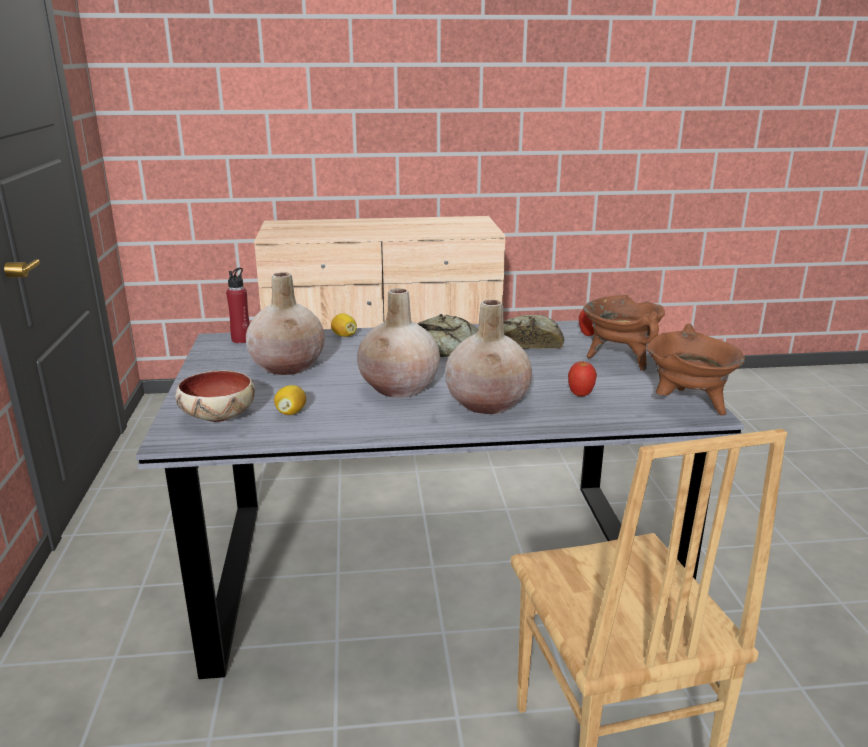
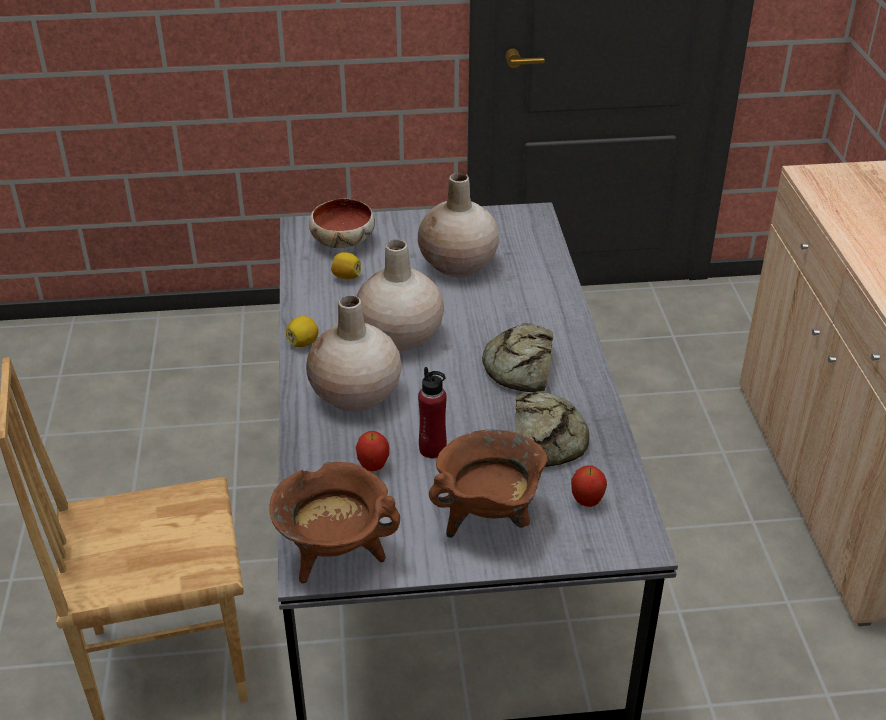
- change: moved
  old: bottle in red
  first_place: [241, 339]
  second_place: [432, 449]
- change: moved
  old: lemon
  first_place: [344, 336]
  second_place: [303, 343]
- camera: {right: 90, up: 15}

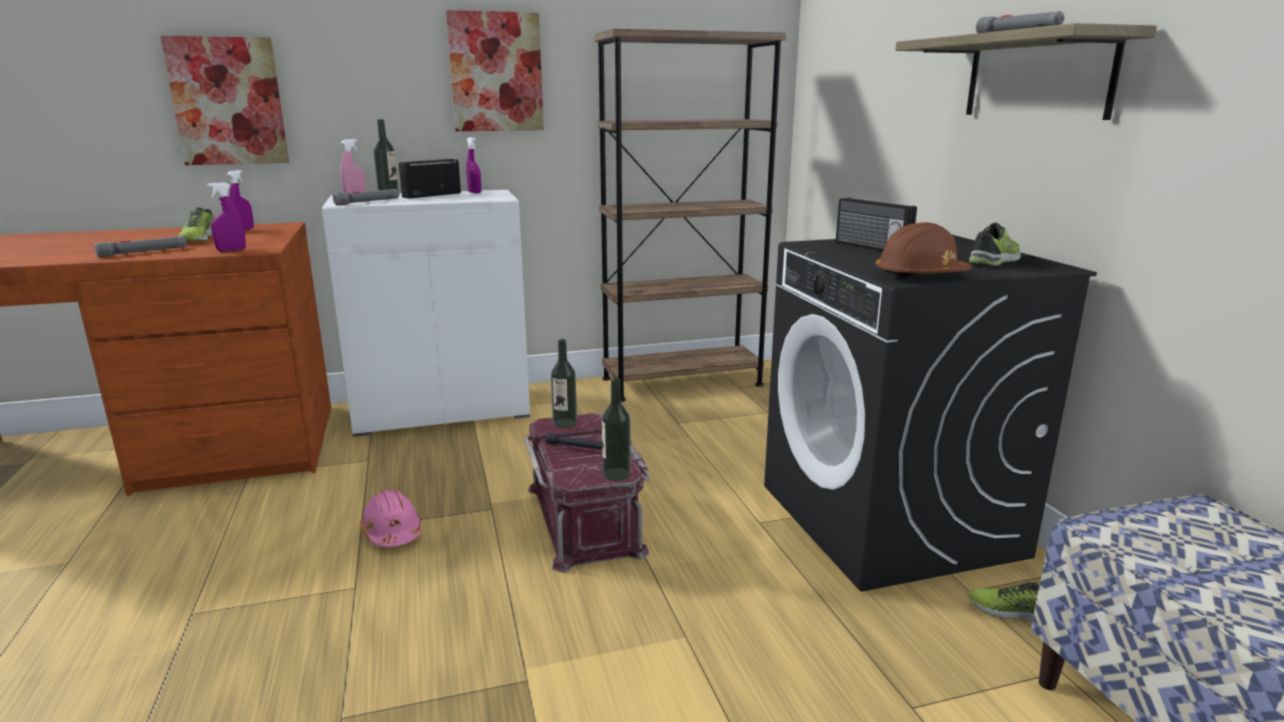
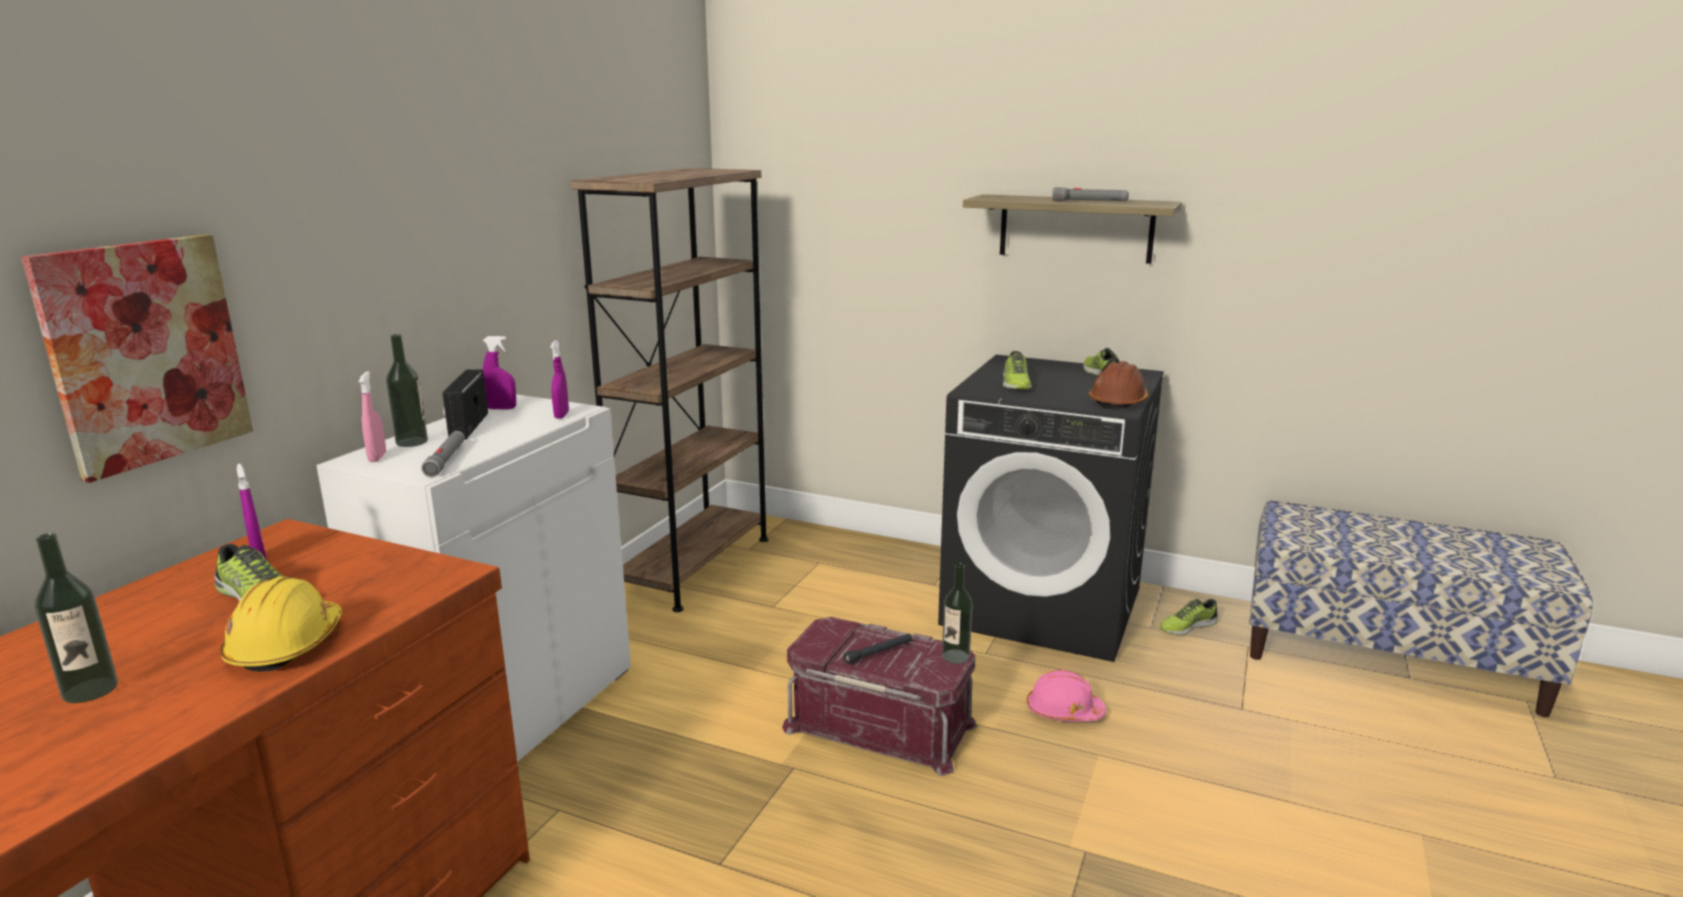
- change: removed
  old: picture
  first_place: [496, 72]
- change: moved
  old: spray bottle in purple
  first_place: [231, 250]
  second_place: [561, 415]
- change: moved
  old: hard hat in pink
  first_place: [392, 532]
  second_place: [1063, 712]
- change: moved
  old: bottle
  first_place: [565, 423]
  second_place: [90, 690]
- change: replaced
  old: flashlight in grey
  new: hard hat in yellow
  first_place: [143, 252]
  second_place: [286, 645]
- change: replaced
  old: radio
  new: shoe
  first_place: [871, 248]
  second_place: [1015, 383]
- camera: {right: -50, up: 0}

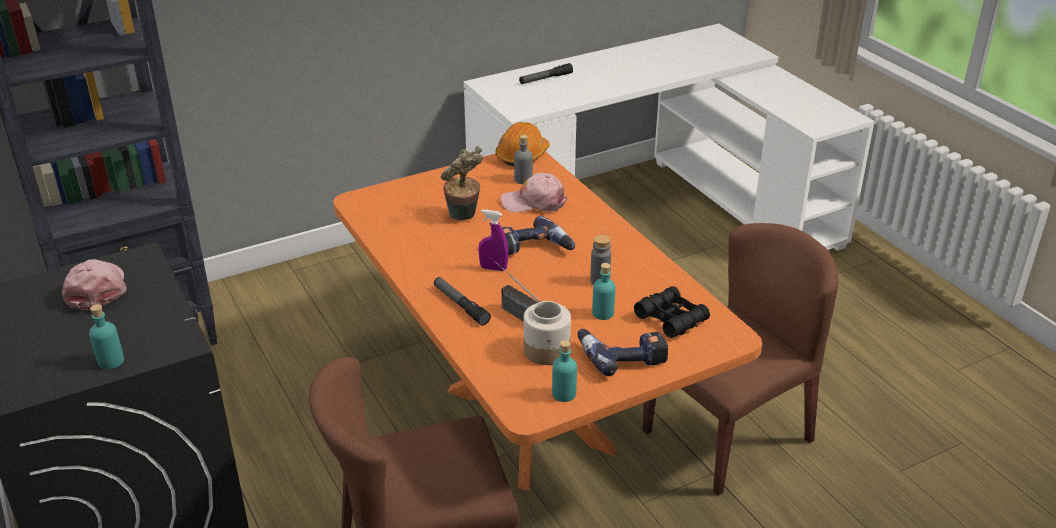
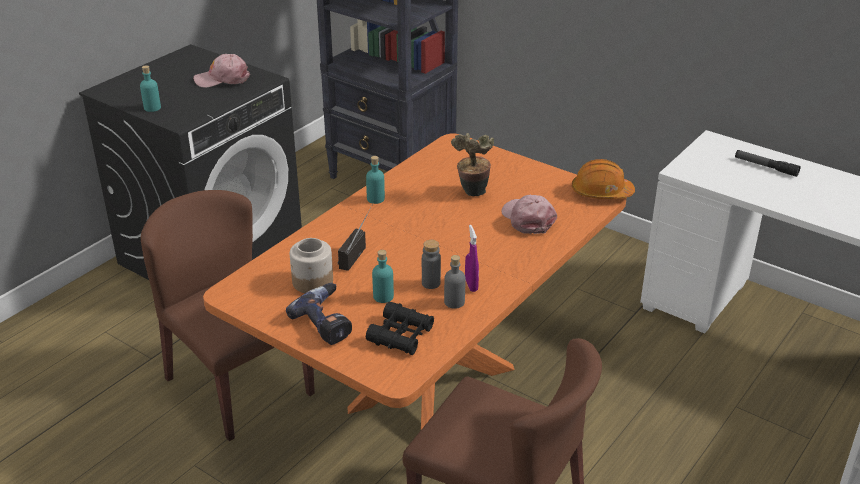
- change: removed
  old: flashlight
  first_place: [460, 305]
- change: removed
  old: power drill
  first_place: [533, 250]
- change: moved
  old: spray bottle in purple
  first_place: [493, 268]
  second_place: [471, 285]
- change: moved
  old: bottle in grey
  first_place: [523, 179]
  second_place: [454, 302]
- change: moved
  old: bottle in turquoise
  first_place: [564, 394]
  second_place: [375, 199]
- change: turned
  old: cap in pink
  first_place: [96, 289]
  second_place: [222, 79]
  degrees: -150
- camera: {right: 65, up: 0}

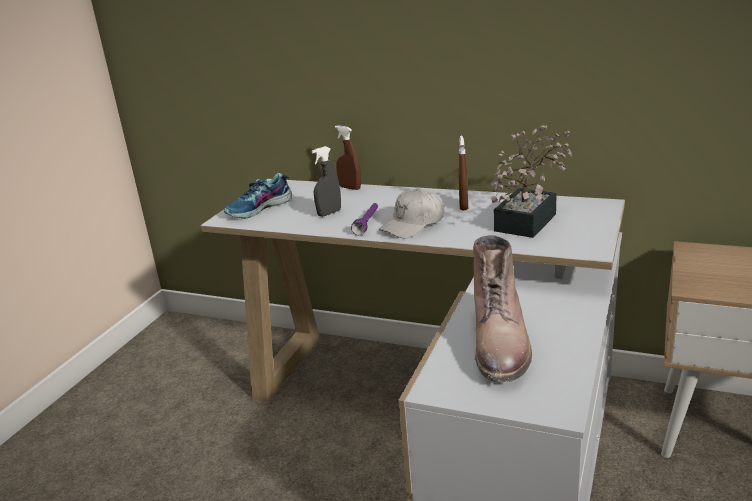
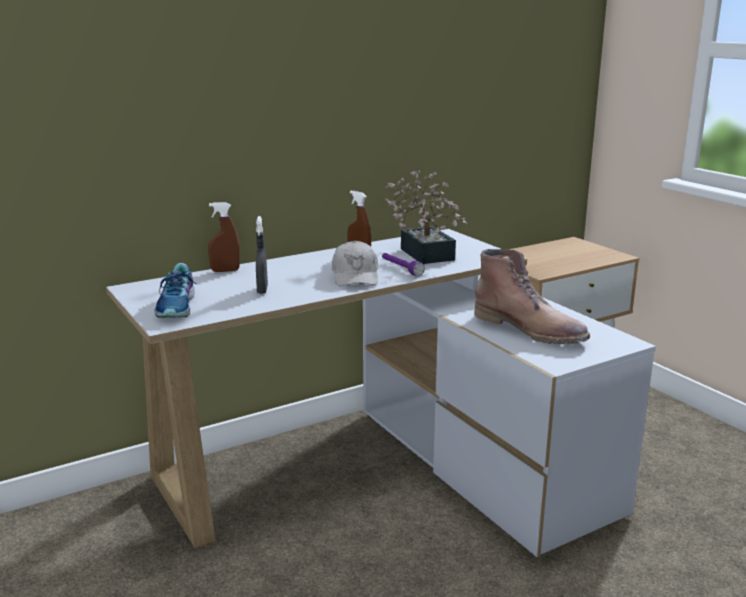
- change: moved
  old: flashlight in purple
  first_place: [367, 223]
  second_place: [400, 269]
- camera: {right: -55, up: -5}

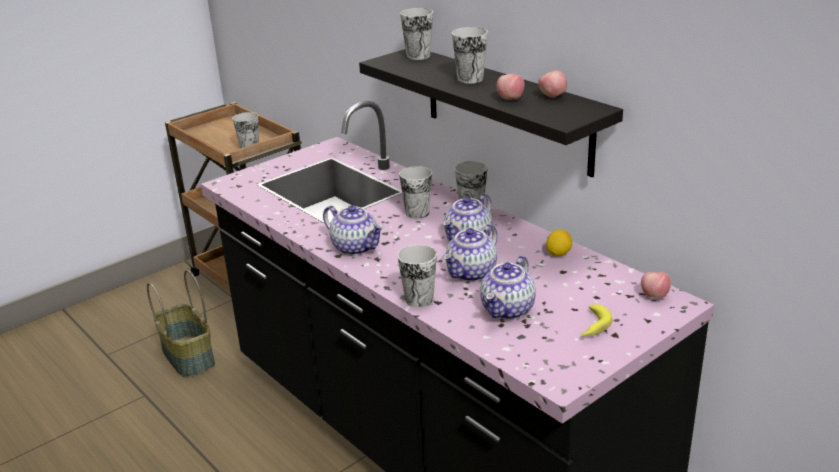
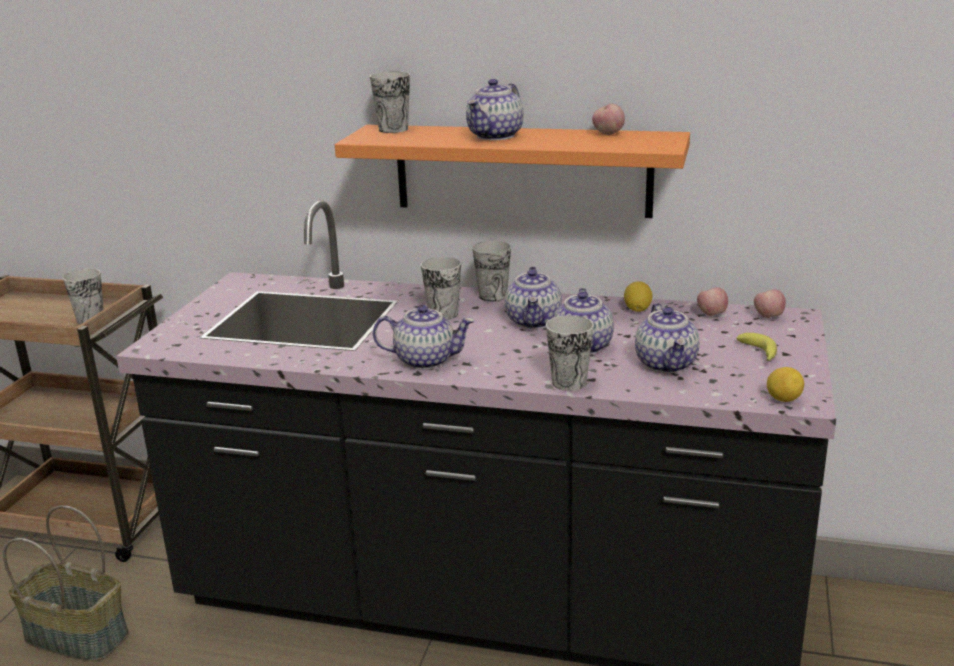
- change: added
  new: lemon
  second_place: [783, 400]
- change: moved
  old: apple
  first_place: [510, 99]
  second_place: [711, 314]
- change: replaced
  old: cup
  new: teapot
  first_place: [470, 79]
  second_place: [495, 136]
- change: recoloured
  old: shelf in black
  new: shelf in orange
  first_place: [506, 109]
  second_place: [522, 170]
- camera: {right: -35, up: -5}

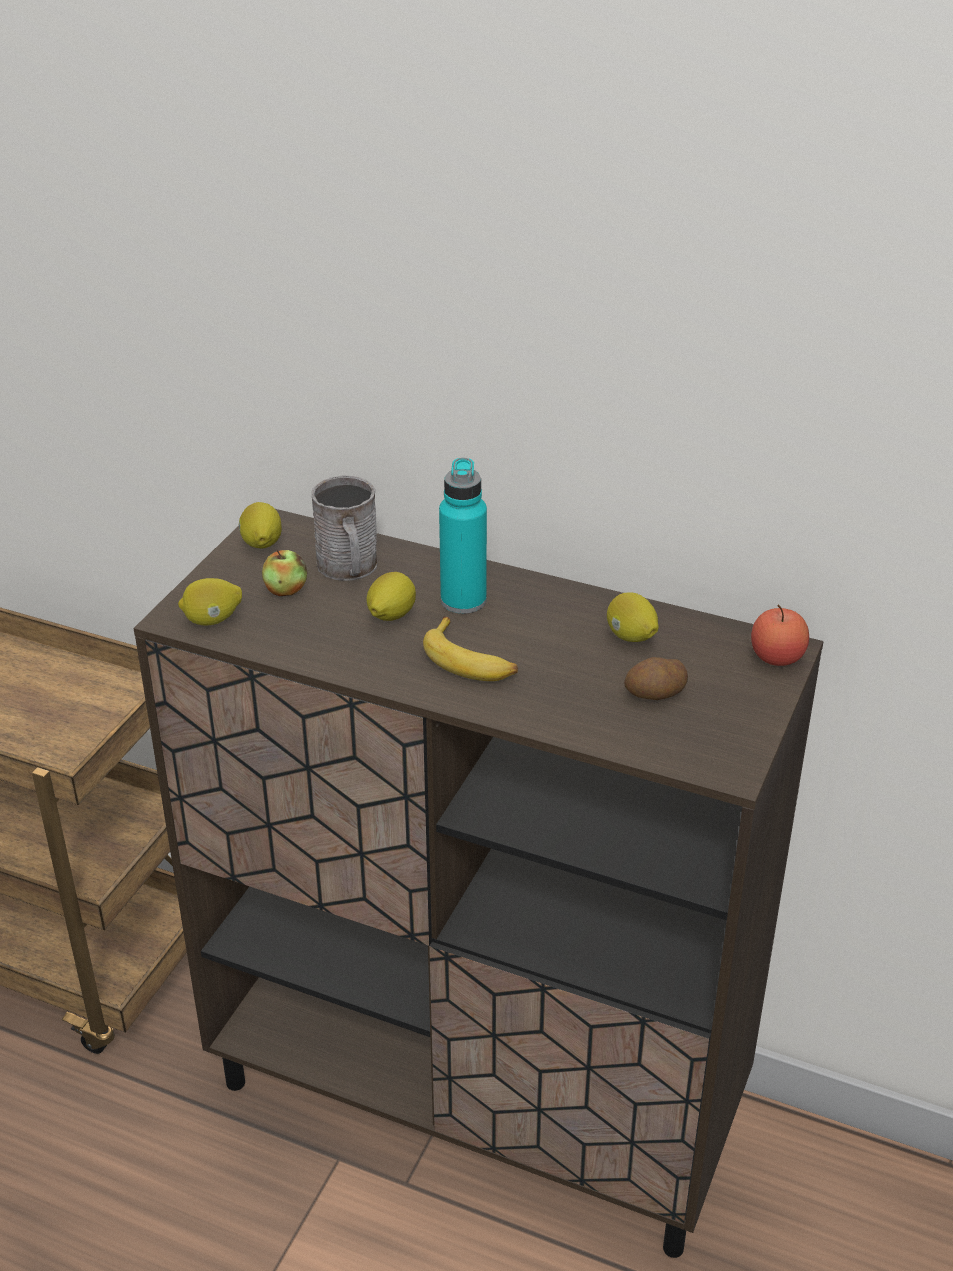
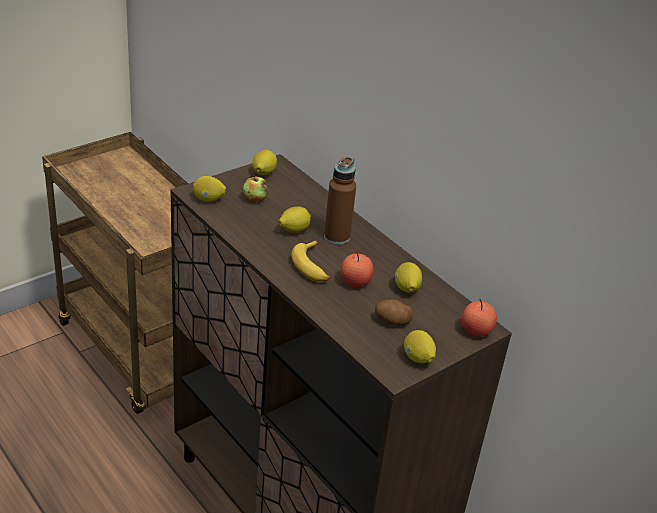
- change: removed
  old: mug in grey
  first_place: [349, 568]
- change: added
  new: apple
  second_place: [355, 282]
- change: added
  new: lemon
  second_place: [417, 358]
- change: recoloured
  old: bottle in turquoise
  new: bottle in brown
  first_place: [463, 600]
  second_place: [337, 237]
- camera: {right: 25, up: 0}

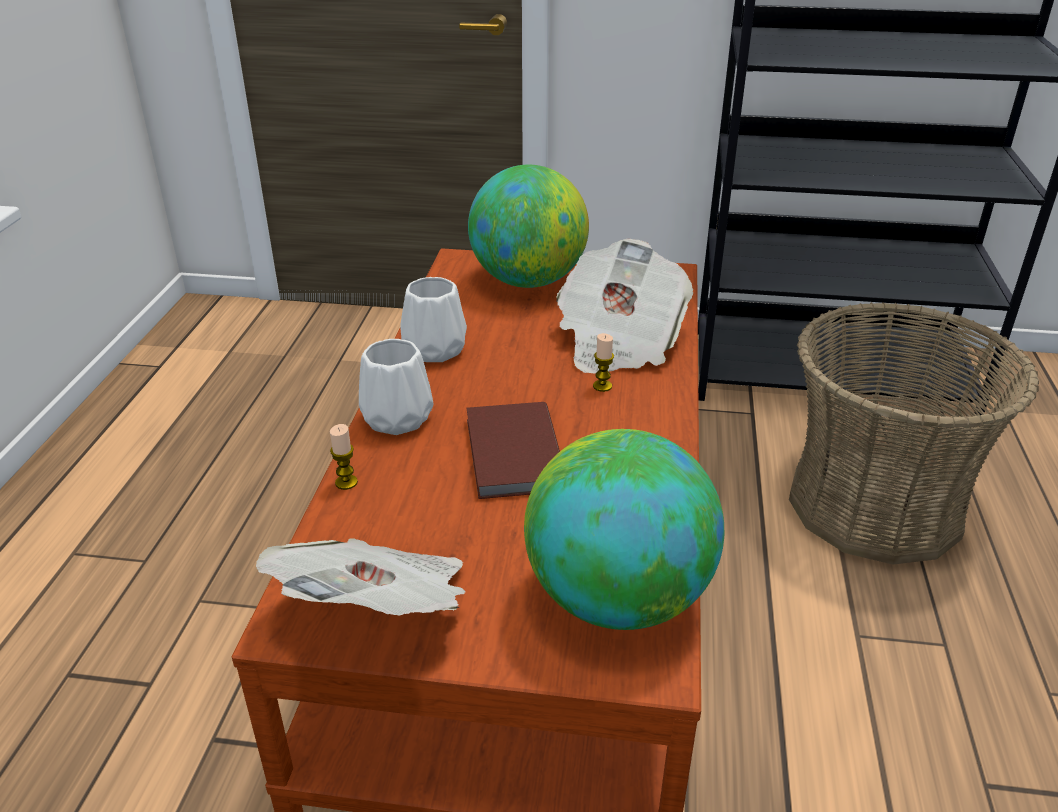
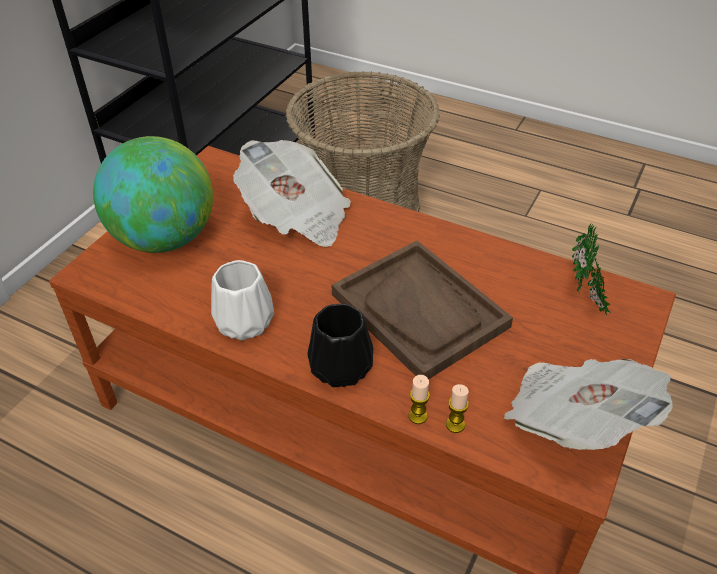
- change: moved
  old: candle
  first_place: [602, 386]
  second_place: [455, 425]
- change: replaced
  old: book in brown
  new: tray in brown
  first_place: [511, 455]
  second_place: [420, 311]
- change: replaced
  old: globe
  new: potted plant
  first_place: [617, 598]
  second_place: [584, 299]
- change: recoloured
  old: vase in white
  new: vase in black
  first_place: [395, 418]
  second_place: [339, 369]
- camera: {right: -70, up: 10}

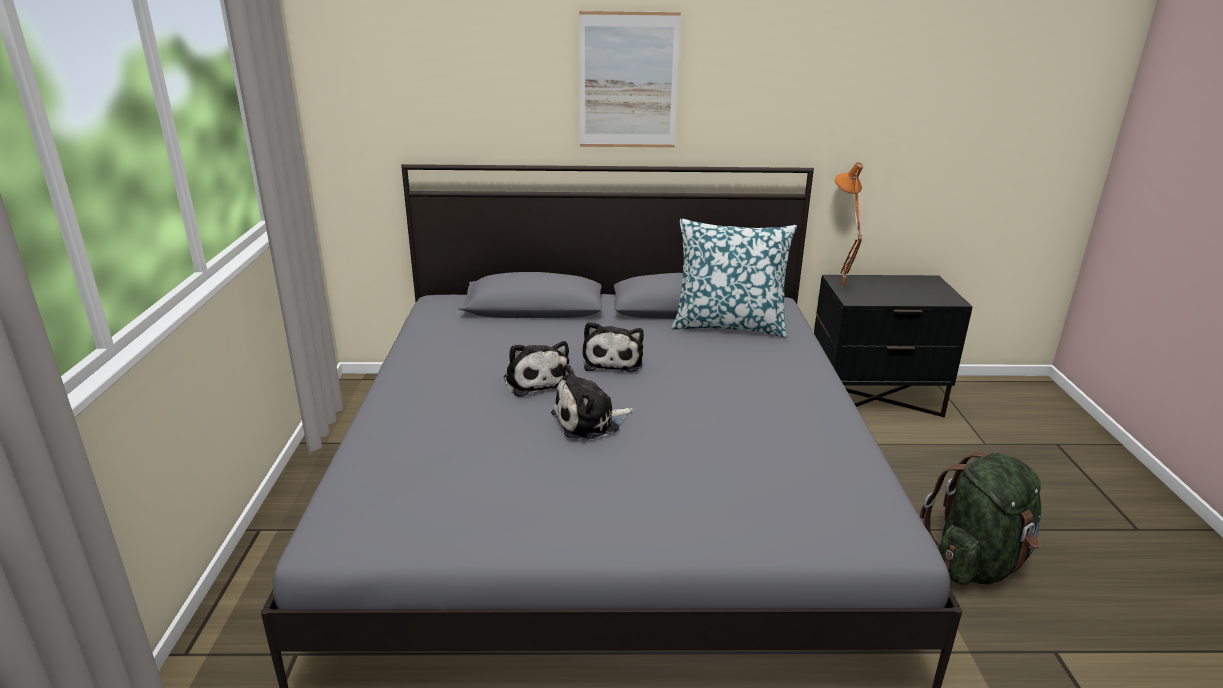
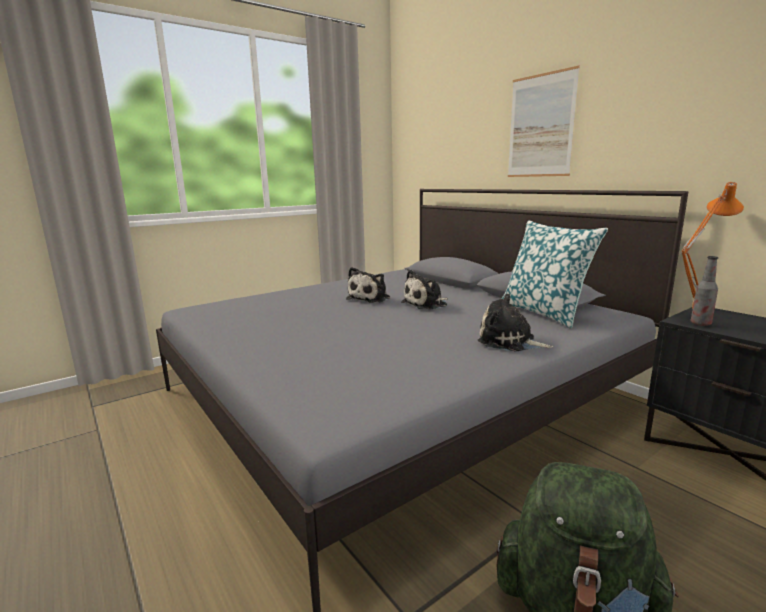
- change: added
  new: bottle
  second_place: [700, 324]
- change: moved
  old: plush toy
  first_place: [589, 421]
  second_place: [509, 342]
- camera: {right: 55, up: -10}

